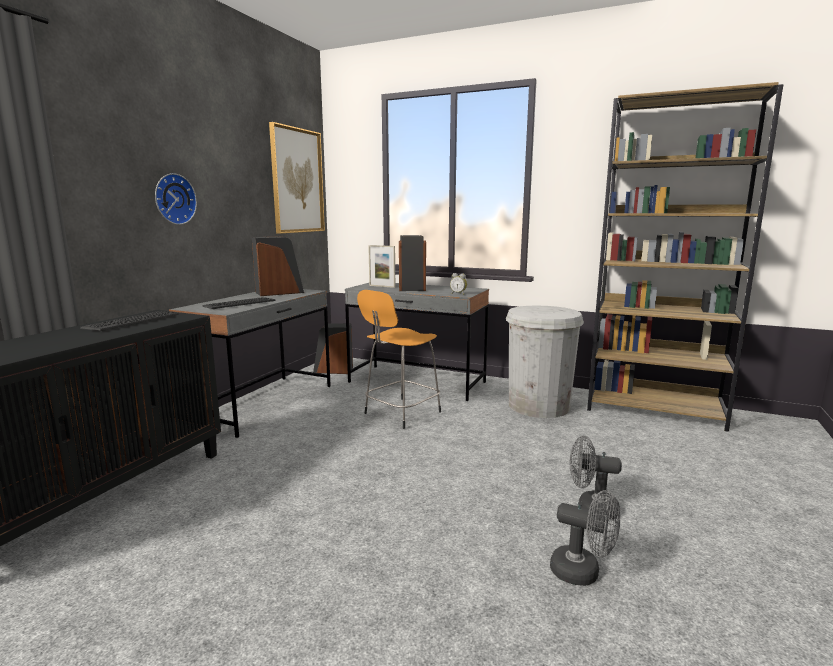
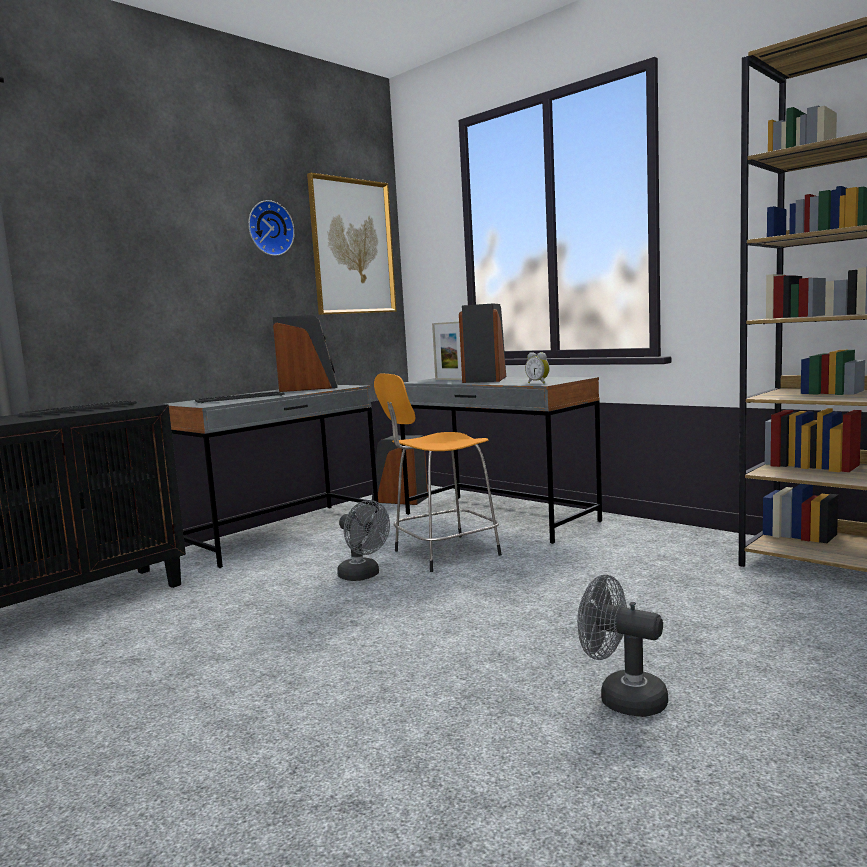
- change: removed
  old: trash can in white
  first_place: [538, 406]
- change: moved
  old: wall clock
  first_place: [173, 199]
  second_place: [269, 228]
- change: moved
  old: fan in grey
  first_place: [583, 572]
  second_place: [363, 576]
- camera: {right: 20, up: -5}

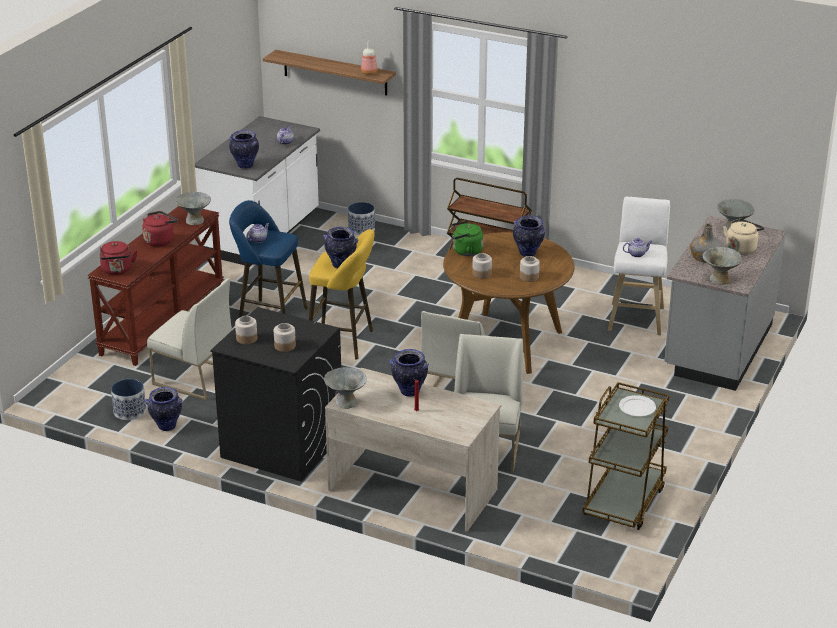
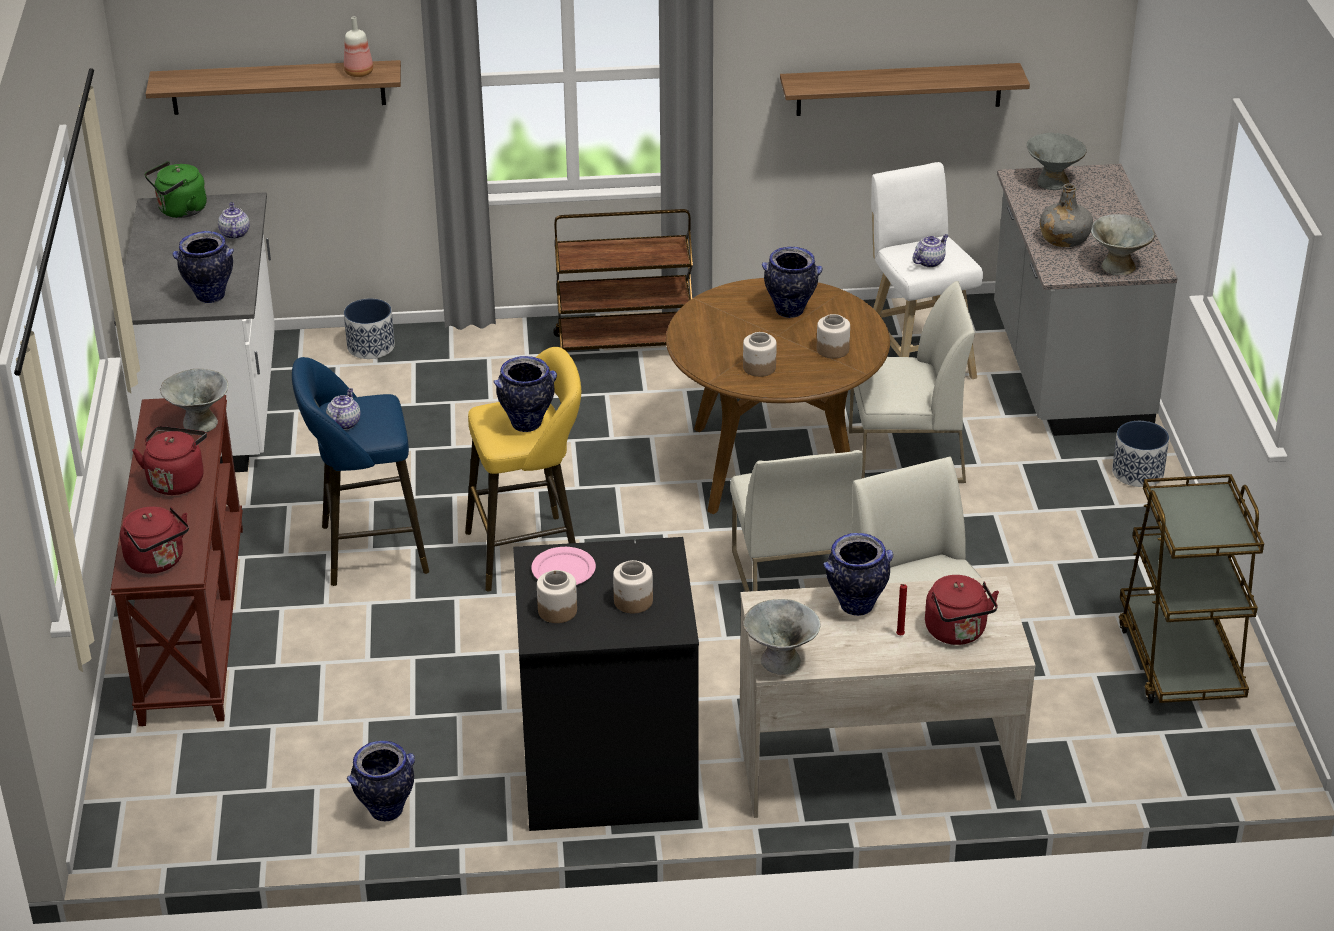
- change: removed
  old: plate in white
  first_place: [637, 408]
- change: removed
  old: kettle in beige
  first_place: [741, 249]
- change: added
  new: plate in pink
  second_place: [563, 569]
- change: added
  new: shelf
  second_place: [899, 89]
- change: added
  new: kettle in red
  second_place: [957, 633]
- change: moved
  old: planter
  first_place: [129, 412]
  second_place: [1138, 473]
- change: moved
  old: chair in white
  first_place: [194, 378]
  second_place: [905, 457]
- change: moved
  old: kettle in green
  first_place: [465, 251]
  second_place: [180, 211]
- camera: {right: -30, up: 5}

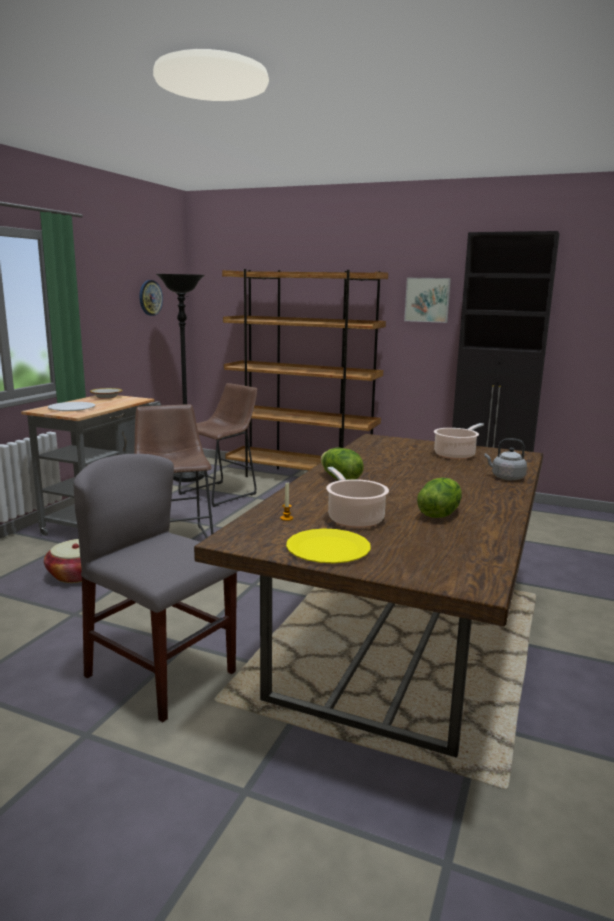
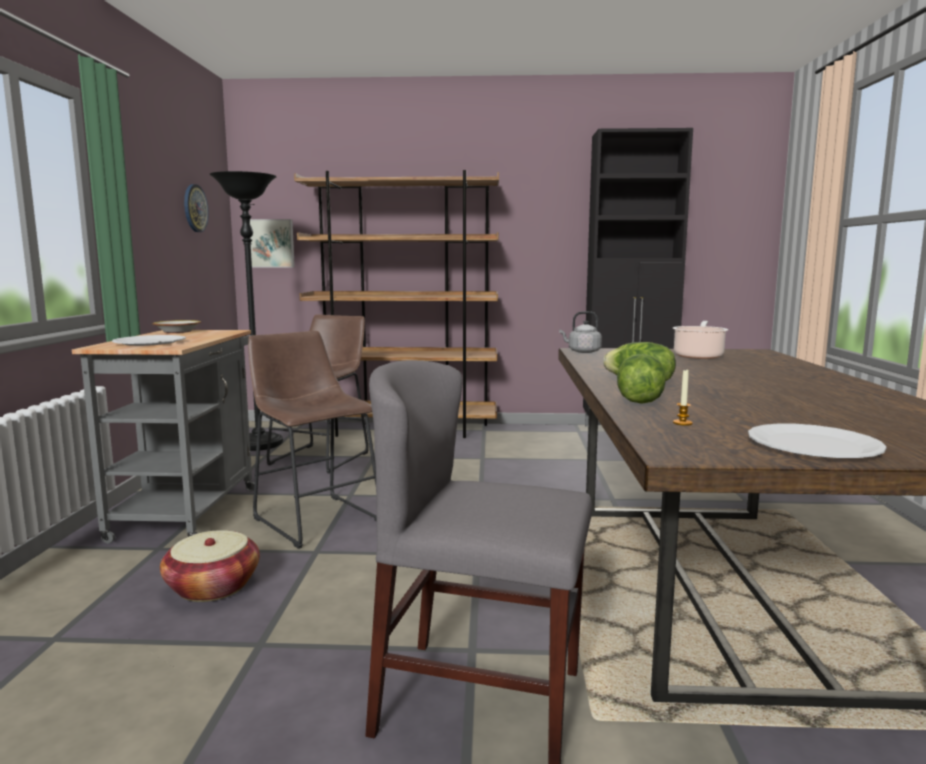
- change: removed
  old: cooking pot
  first_place: [354, 518]
- change: moved
  old: picture
  first_place: [427, 300]
  second_place: [270, 243]
- change: moved
  old: lettuce
  first_place: [439, 514]
  second_place: [638, 401]
- change: moved
  old: kettle in grey
  first_place: [506, 477]
  second_place: [582, 352]
- change: recoloured
  old: plate in yellow
  new: plate in white
  first_place: [328, 548]
  second_place: [813, 445]
- camera: {right: -20, up: -5}

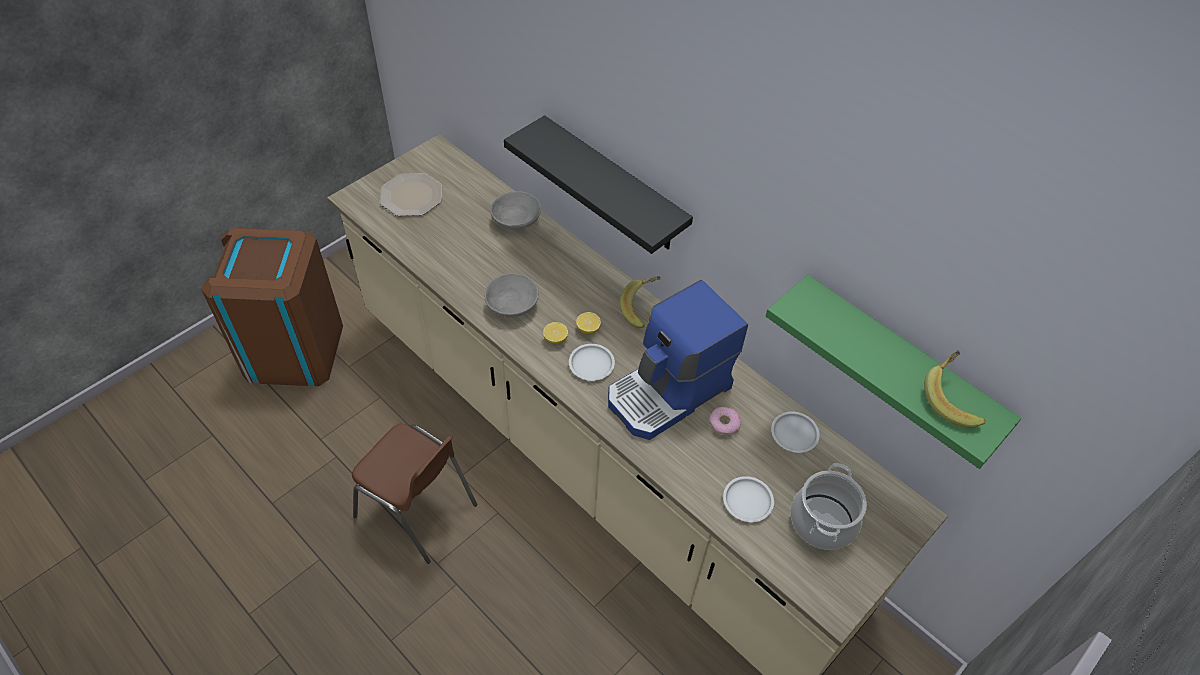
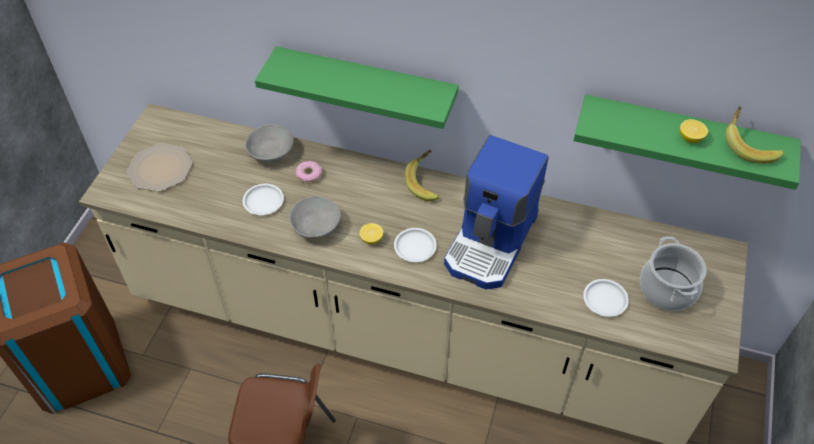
- change: moved
  old: lemon
  first_place: [588, 329]
  second_place: [690, 138]
- change: moved
  old: donut
  first_place: [724, 424]
  second_place: [309, 175]
- change: moved
  old: plate in white
  first_place: [794, 433]
  second_place: [263, 201]
- change: recoloured
  old: shelf in black
  new: shelf in green
  first_place: [614, 186]
  second_place: [366, 86]
- camera: {right: -25, up: 0}

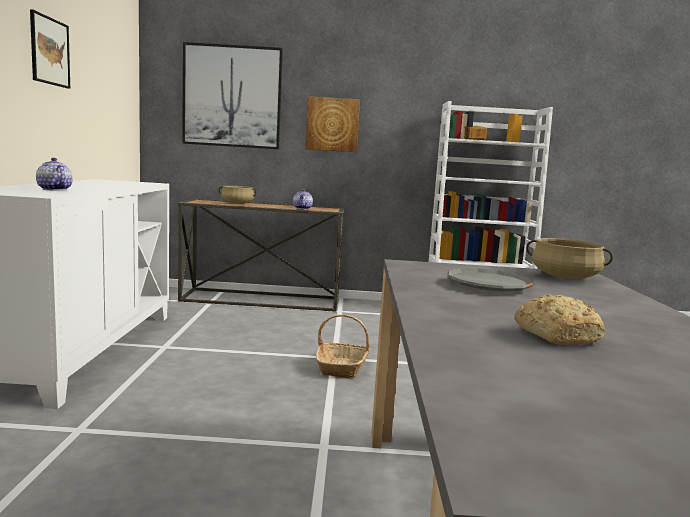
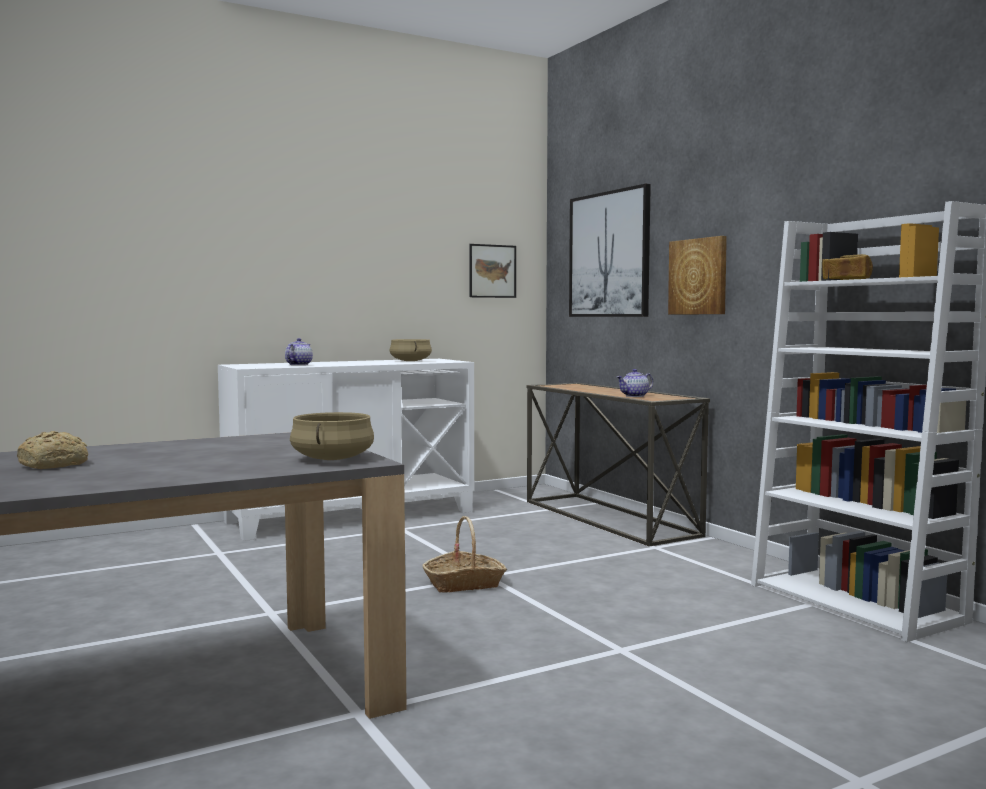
- change: removed
  old: plate in grey
  first_place: [488, 286]
- change: moved
  old: picture
  first_place: [50, 51]
  second_place: [492, 271]
- change: moved
  old: cooking pot in beige
  first_place: [237, 203]
  second_place: [410, 361]
- camera: {right: 60, up: -5}

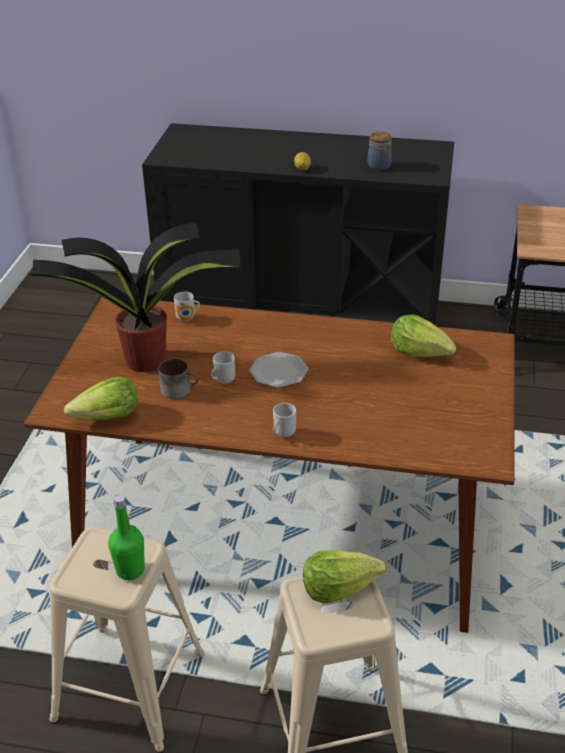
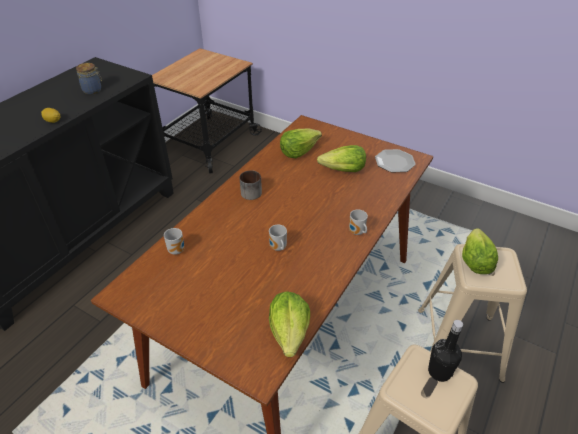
- change: removed
  old: potted plant
  first_place: [148, 359]
- change: added
  new: lettuce
  second_place: [343, 170]
- change: moved
  old: mug
  first_place: [179, 389]
  second_place: [251, 191]
- change: moved
  old: plate
  first_place: [278, 372]
  second_place: [394, 162]
- change: recoloured
  old: bottle in green
  new: bottle in black
  first_place: [130, 570]
  second_place: [439, 371]
- camera: {right: -70, up: 5}

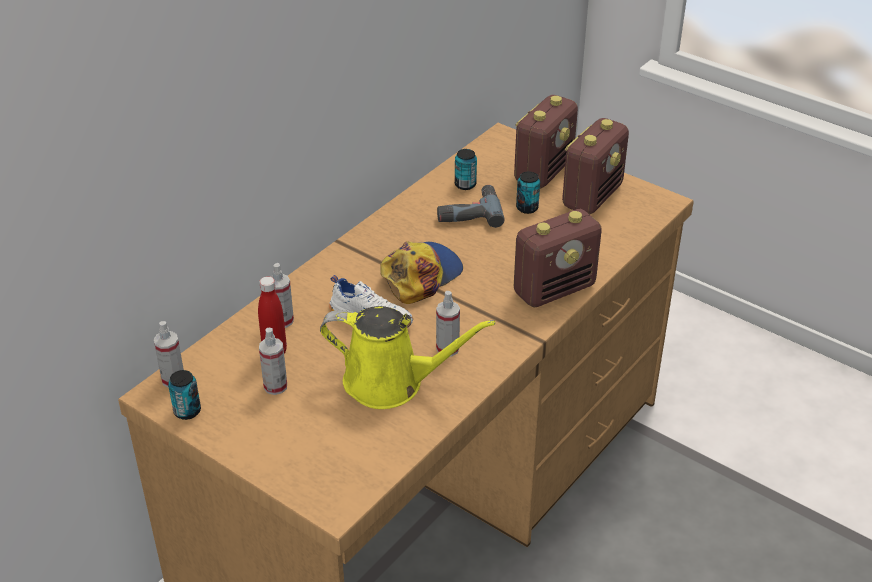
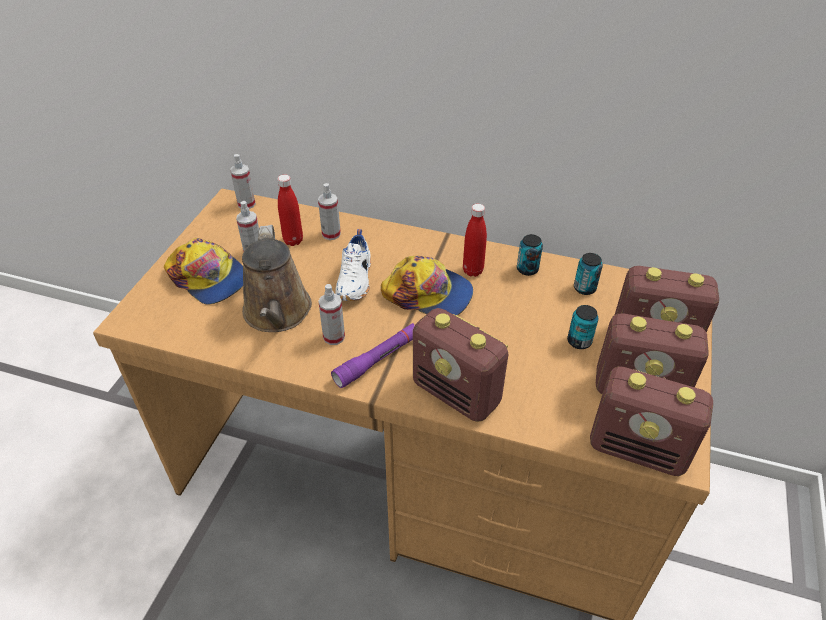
- change: removed
  old: power drill
  first_place: [468, 212]
- change: added
  new: cap
  second_place: [208, 278]
- change: added
  new: flashlight in purple
  second_place: [378, 360]
- change: added
  new: bottle in red
  second_place: [473, 271]
- change: added
  new: radio
  second_place: [638, 449]
- change: moved
  old: can
  first_place: [187, 411]
  second_place: [527, 269]
- change: recoloured
  old: watering can in yellow
  new: watering can in brown
  first_place: [391, 382]
  second_place: [277, 313]
- camera: {right: 70, up: 5}

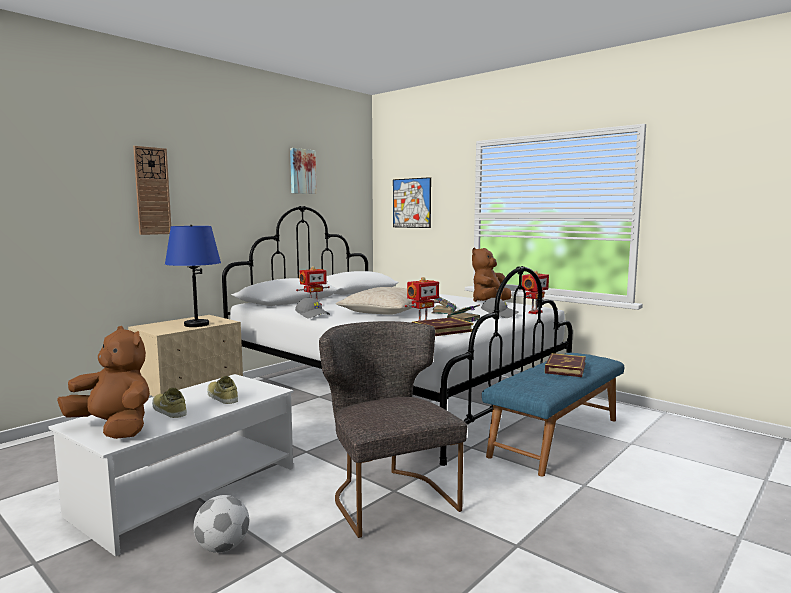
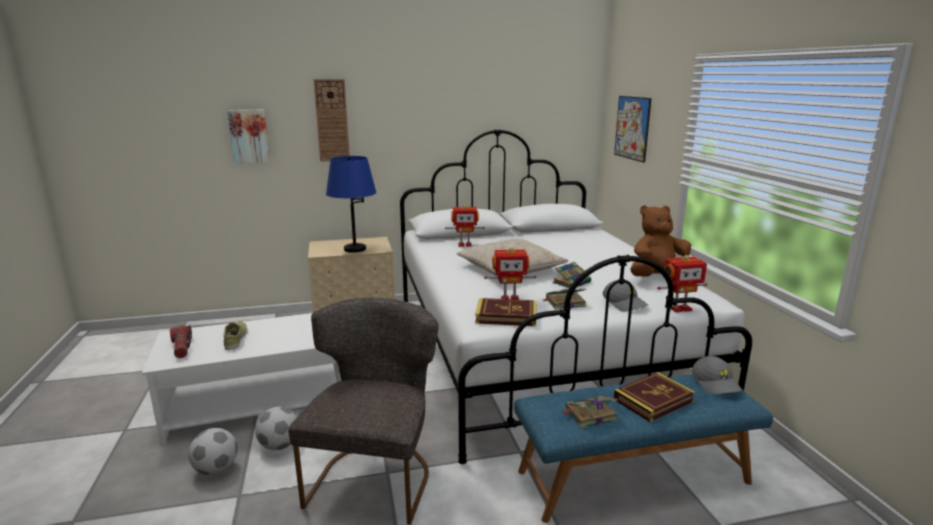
- change: removed
  old: shoe in beige
  first_place: [221, 397]
- change: added
  new: football
  second_place: [279, 445]
- change: added
  new: book
  second_place: [589, 415]
- change: moved
  old: picture
  first_place: [302, 171]
  second_place: [249, 136]
- change: moved
  old: cap in grey
  first_place: [313, 315]
  second_place: [716, 383]
- change: replaced
  old: plush toy in brown
  new: flashlight
  first_place: [114, 428]
  second_place: [182, 348]
- camera: {right: 35, up: 10}

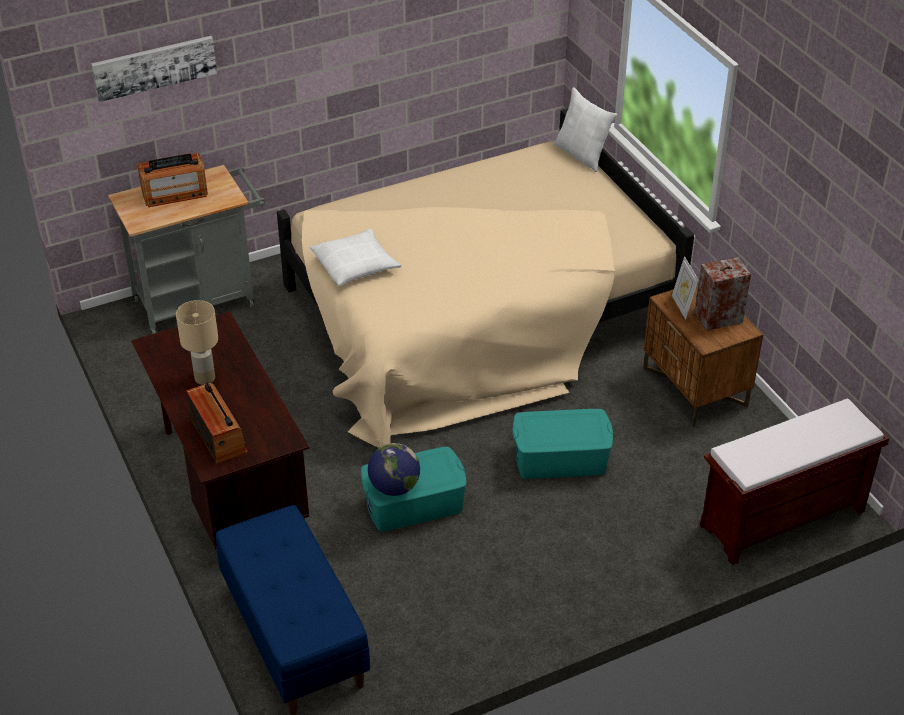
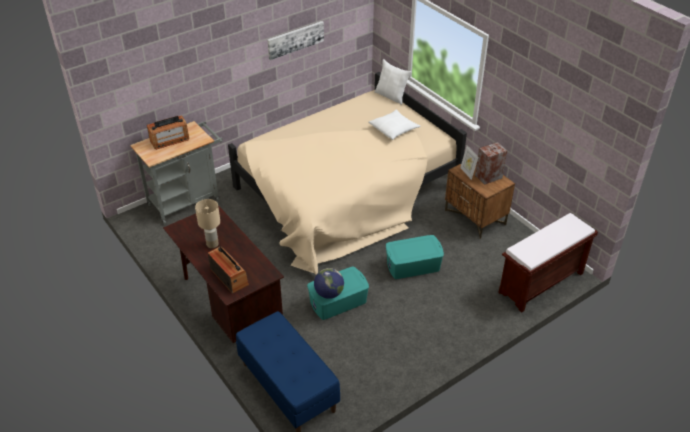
- change: moved
  old: picture
  first_place: [154, 67]
  second_place: [295, 39]
- change: moved
  old: pillow in white
  first_place: [355, 265]
  second_place: [394, 129]
- camera: {right: -10, up: 0}

